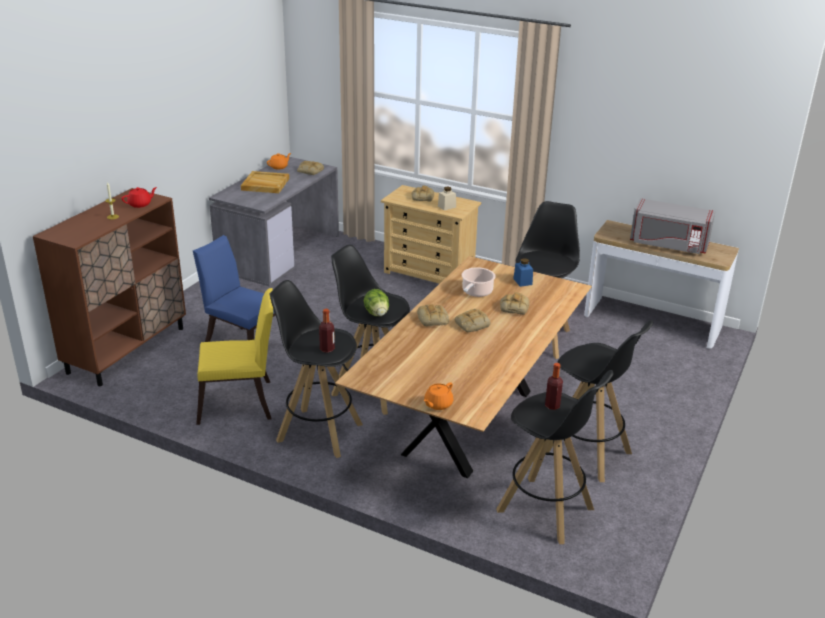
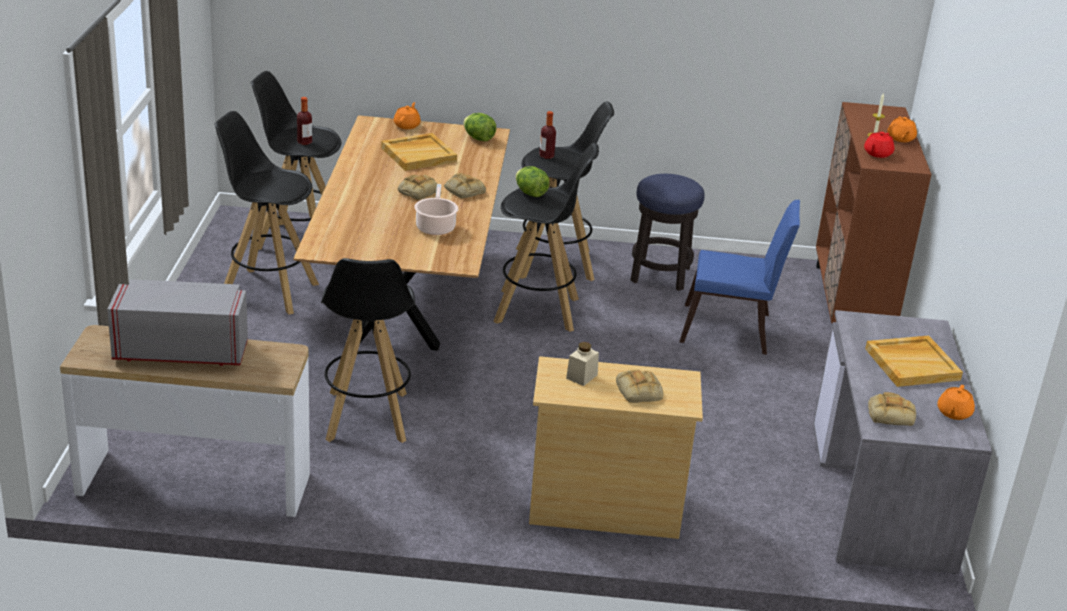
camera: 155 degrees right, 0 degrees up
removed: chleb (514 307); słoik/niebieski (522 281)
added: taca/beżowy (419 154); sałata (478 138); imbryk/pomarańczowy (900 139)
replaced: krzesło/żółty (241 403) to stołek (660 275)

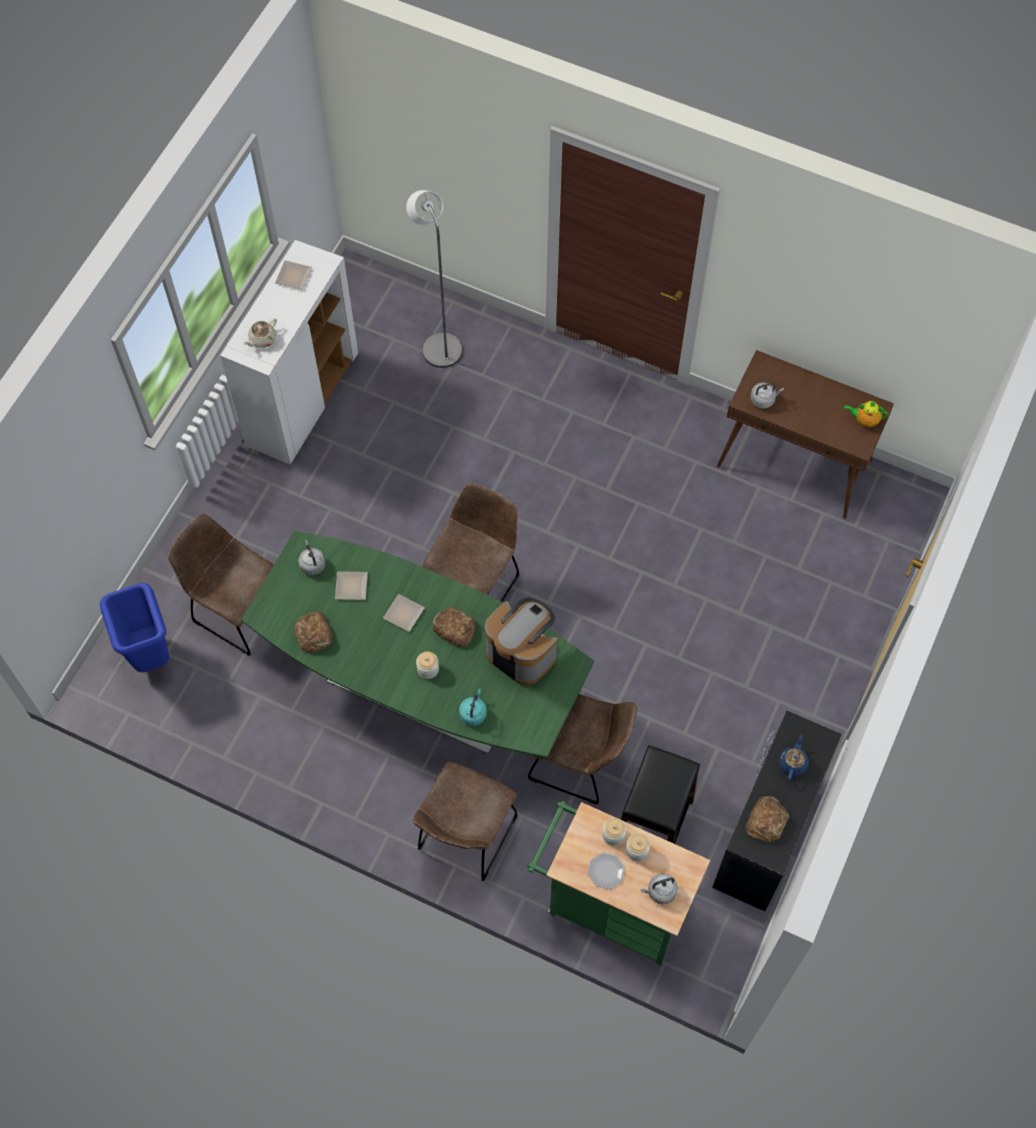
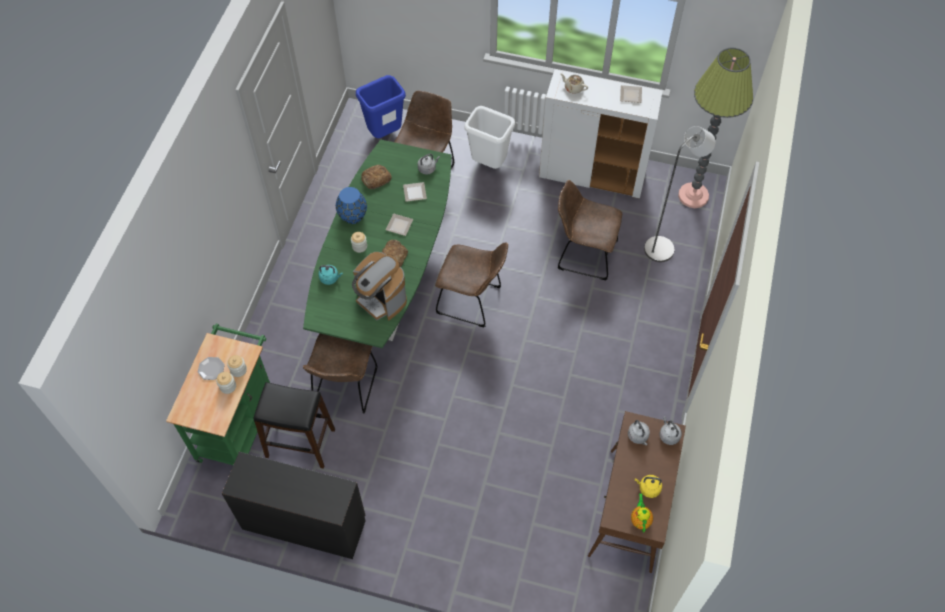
camera: 80 degrees right, 5 degrees down
removed: chleb (766 821); imbryk/niebieski (792 763)
added: wazon/niebieski (352 216); kosz na śmieci/biały (489 164); czajnik/żółty (648 488); lampa stojąca (693 196)
moved: krzesło/brązowy (465 838) to (583 254); czajnik/szary (660 892) to (668 435)
turned: ekspres do kawy (521 652) = (381 300) 105 degrees clockwise

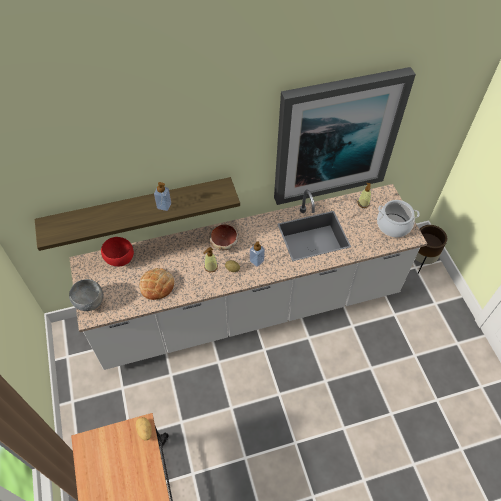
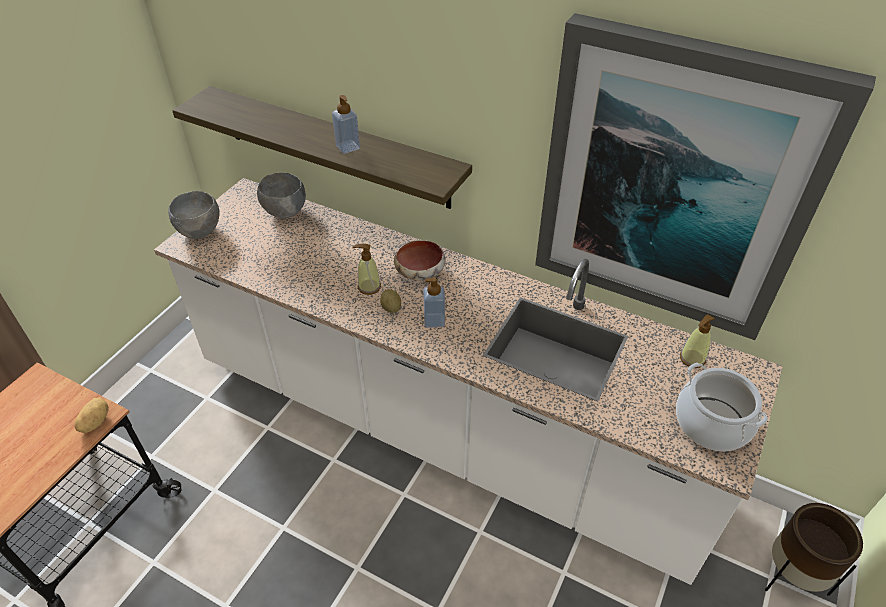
camera: 45 degrees right, 10 degrees down
removed: chleb (157 285)
recoloured: miska/czerwony (120 260) to miska/szary (284 212)

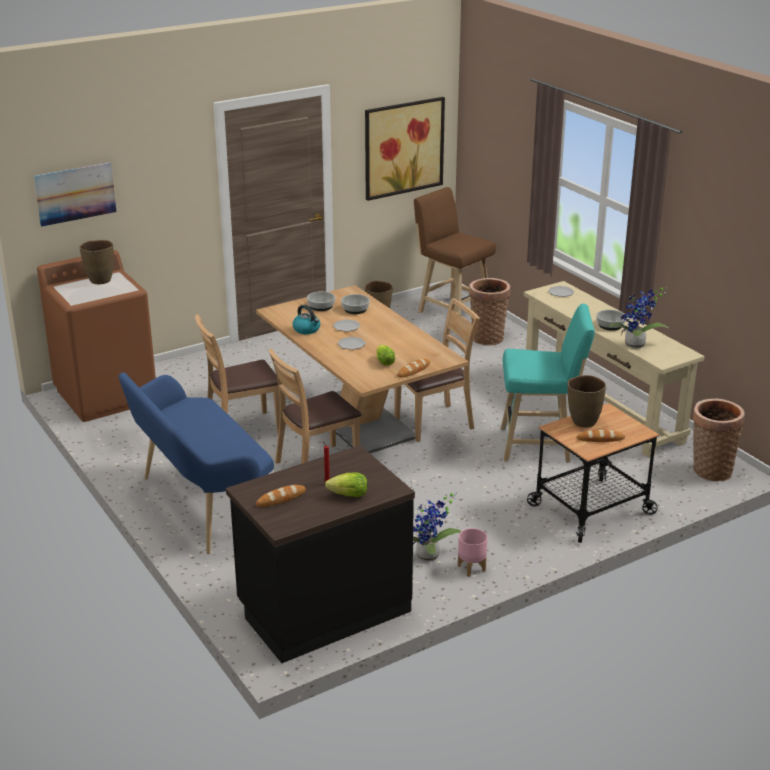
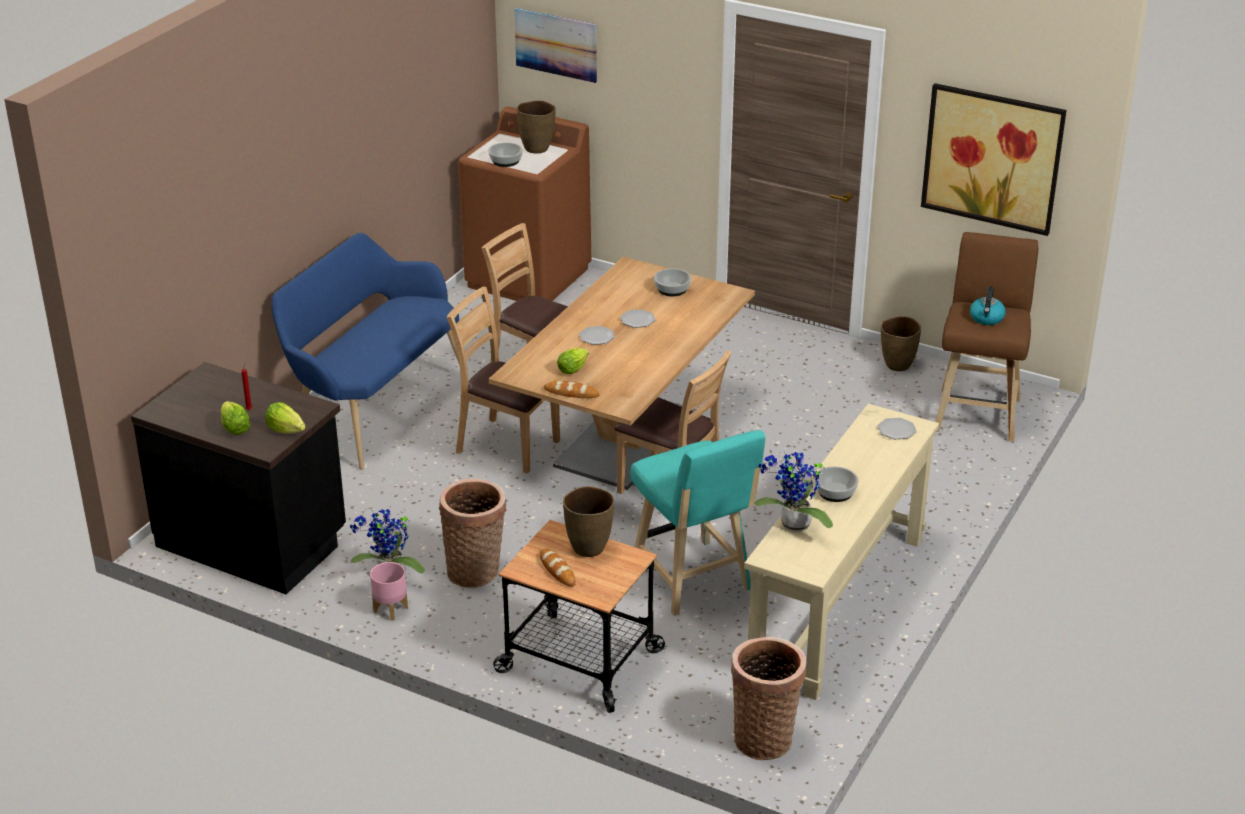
camera: 60 degrees right, 5 degrees up
removed: chleb (281 498)
added: sałata (285 430)
moved: czajnik (307 329) to (986 318); miska (355 309) to (505 161); koszyk (487 337) to (476 570)

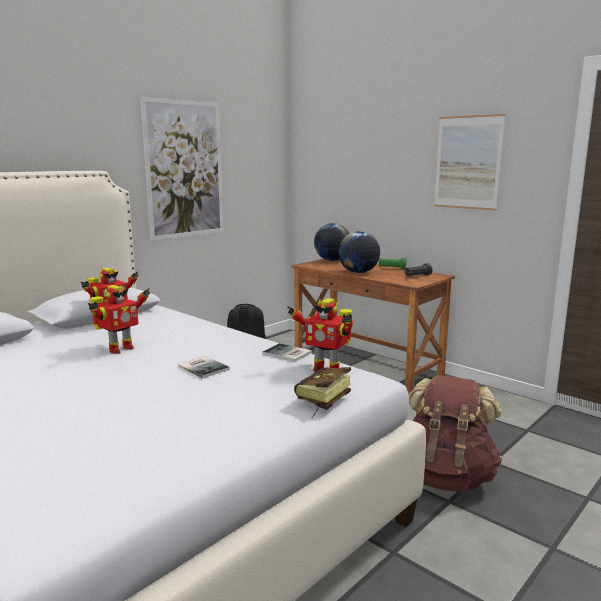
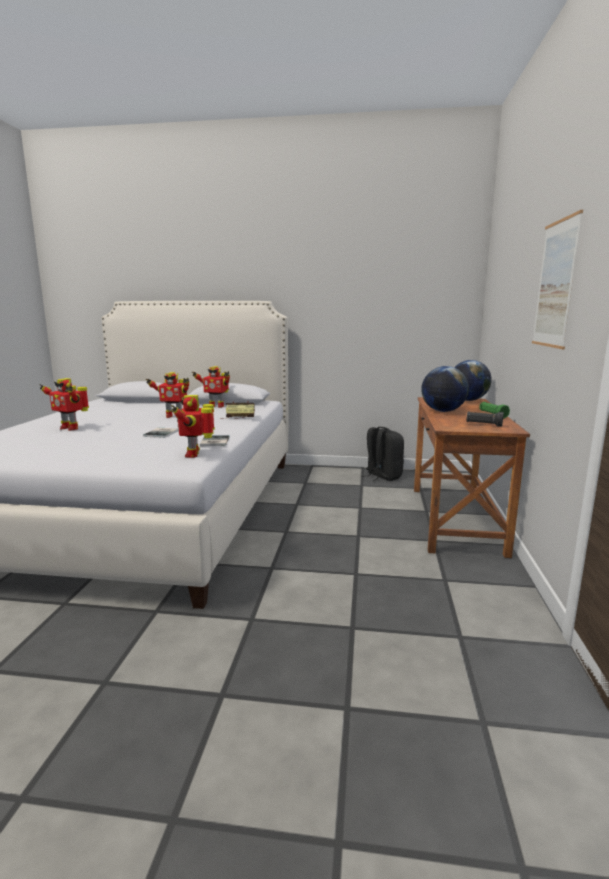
camera: 55 degrees right, 0 degrees up
removed: obraz (184 169); plecak/brązowy (445 477)
added: robot zabawkowy (70 428)
moved: książka (320 403) to (237 417)

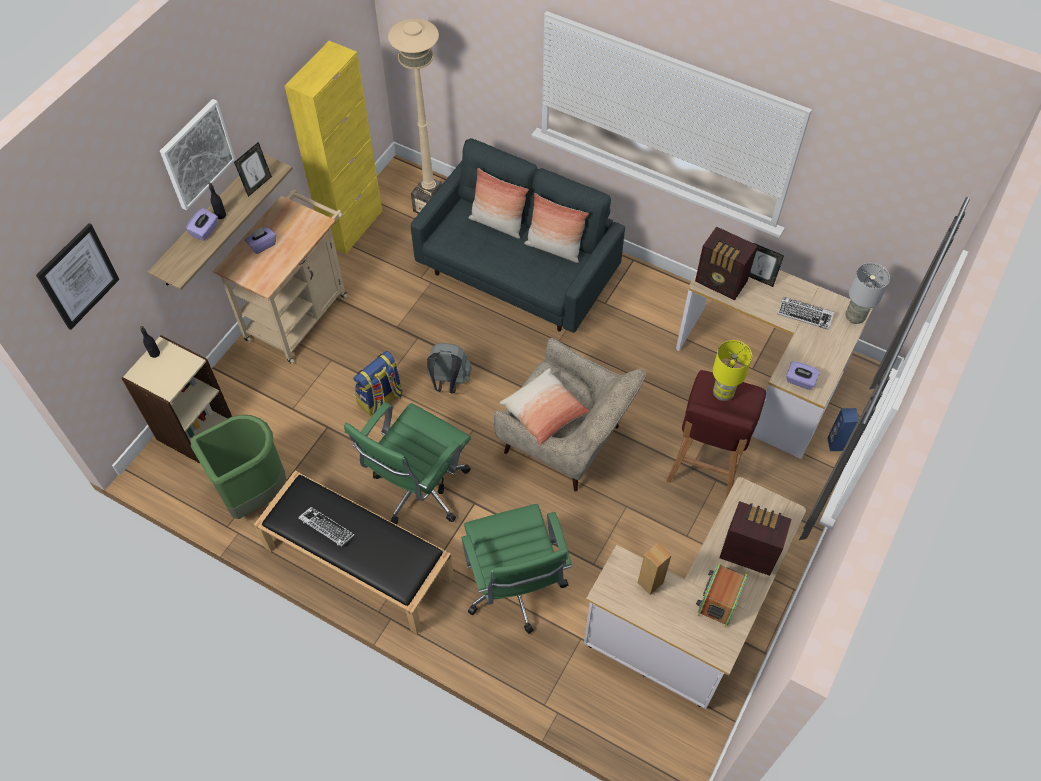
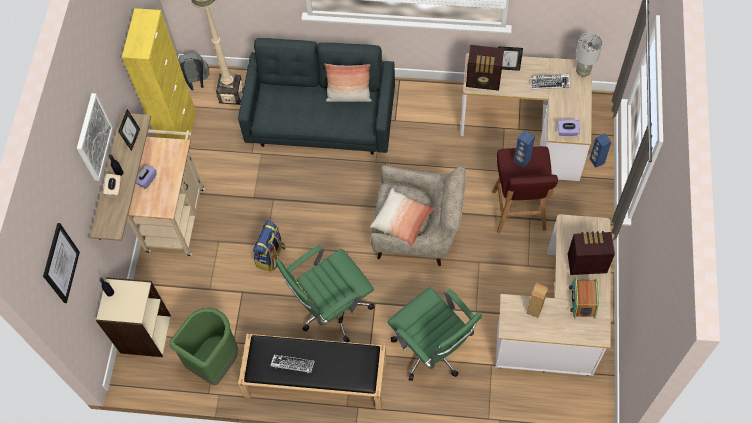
camera: 20 degrees left, 5 degrees up
removed: poduszka (497 224)
moved: plecak/szary (448 382) to (196 82)
replaced: lampa stołowa/żółty (723 393) to głośnik/niebieski (521 161)
recoloured: pudełko chusteczek/fioletowy (205 231) to pudełko chusteczek/beżowy (114 189)
turned: krzesło biurowe/zielony (418 491) = (331 311) 45 degrees clockwise

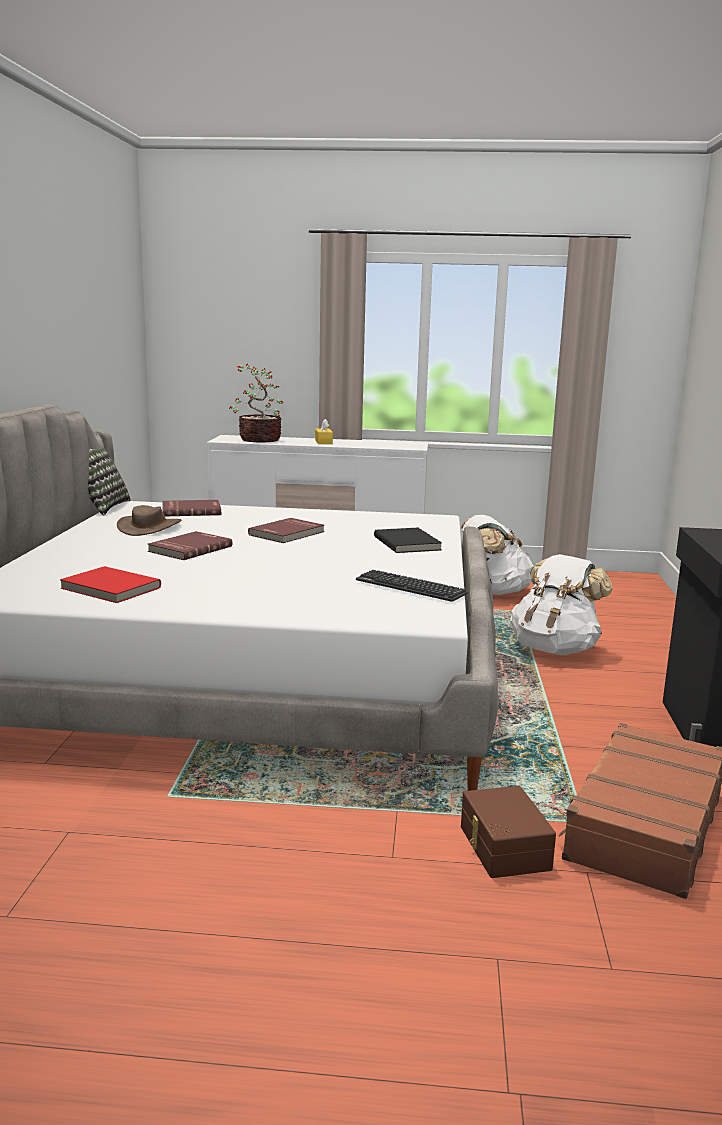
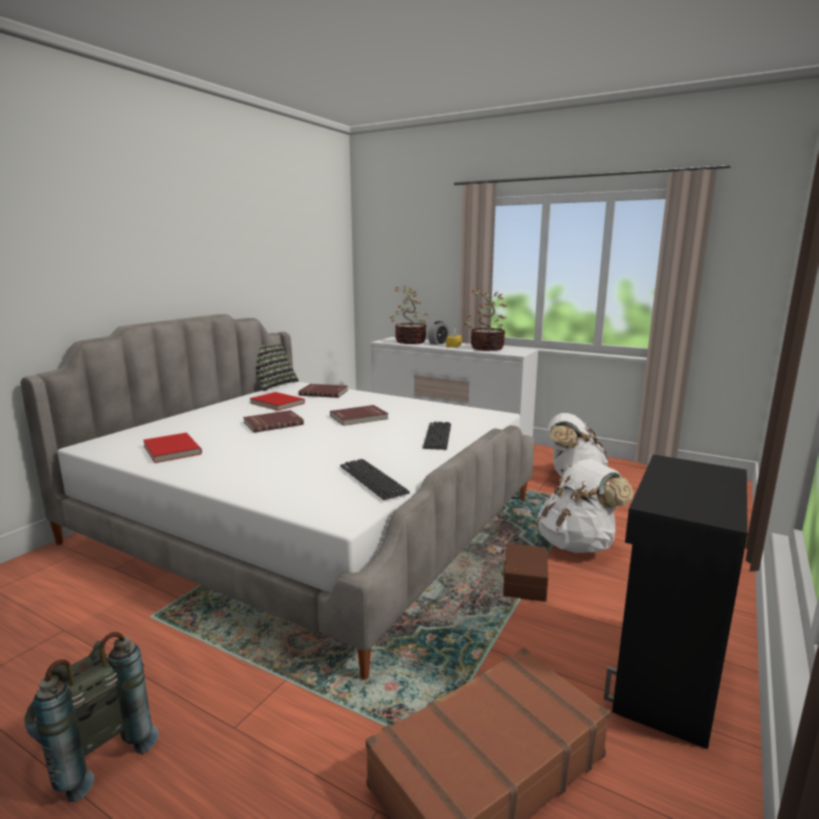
camera: 25 degrees right, 0 degrees up
added: plecak/szary (92 753); budzik (438 343); roślina doniczkowa (486 348)
moved: pojemnik do przechowywania/brązowy (502 848) to (523 582)
replaced: kapelusz/brązowy (150 527) to książka/czerwony (276 403); książka/czarny (408 543) to klawiatura (437 436)

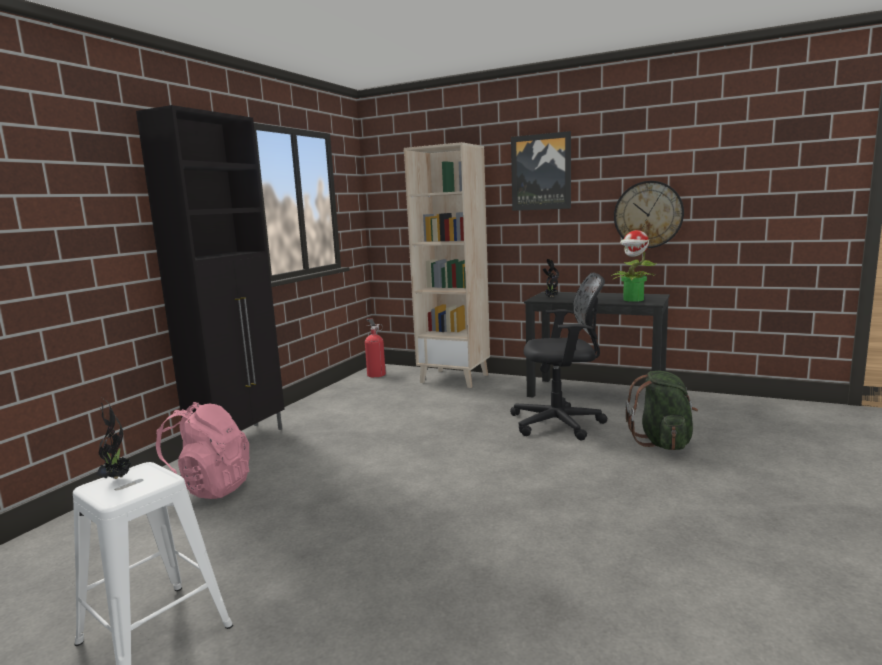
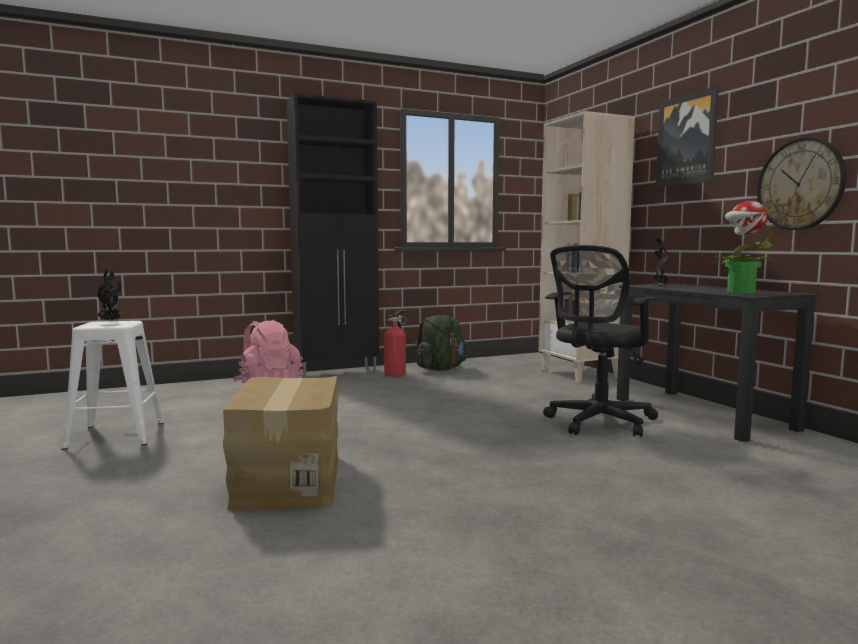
camera: 40 degrees right, 5 degrees down
added: karton (287 480)
moved: gaśnica (376 374) to (396 374); plecak/zielony (663 442) to (441 369)
turned: krzesło biurowe/czarny (561 424) = (597 423) 90 degrees clockwise

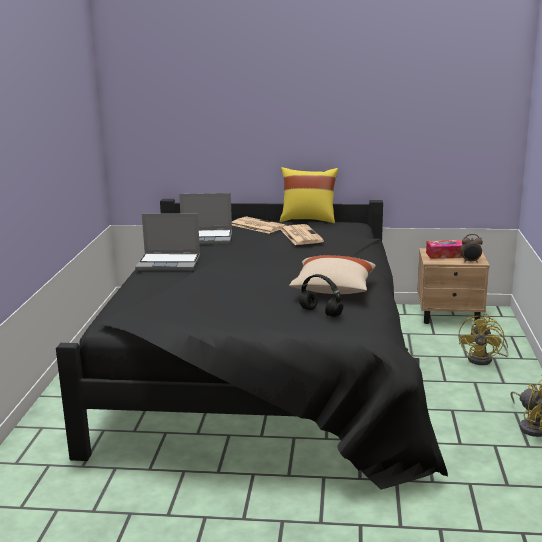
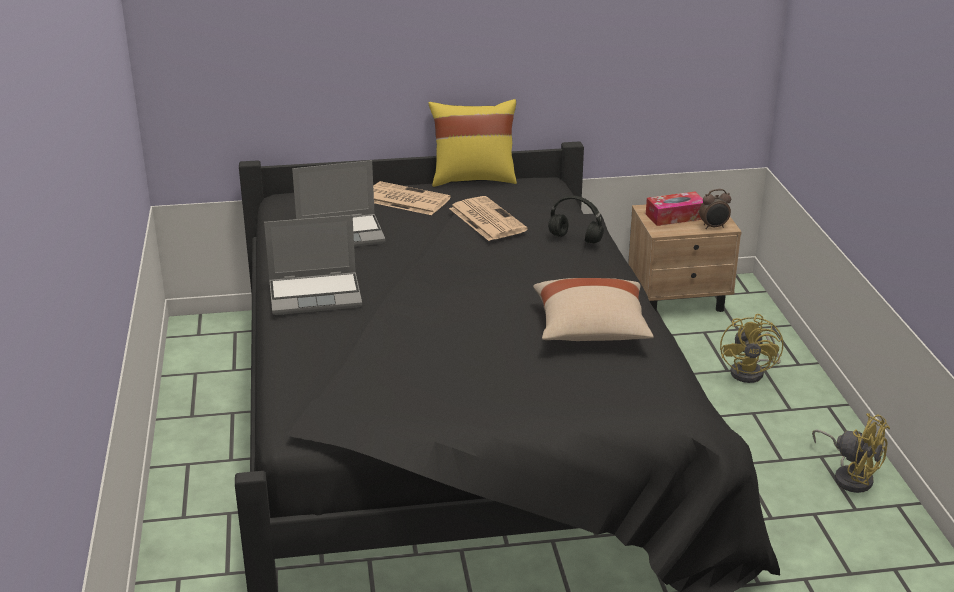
camera: 15 degrees left, 10 degrees up
moved: słuchawki/czarny (321 312) to (576 239)

